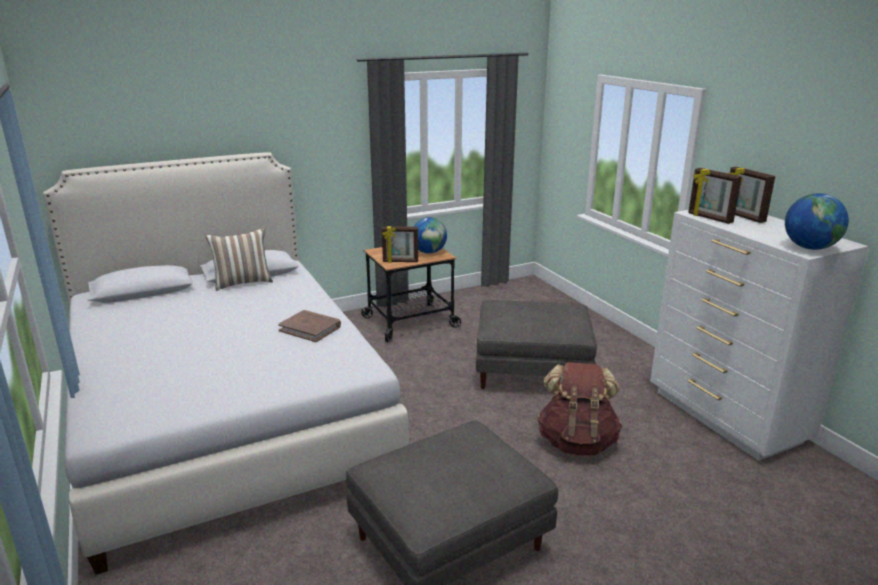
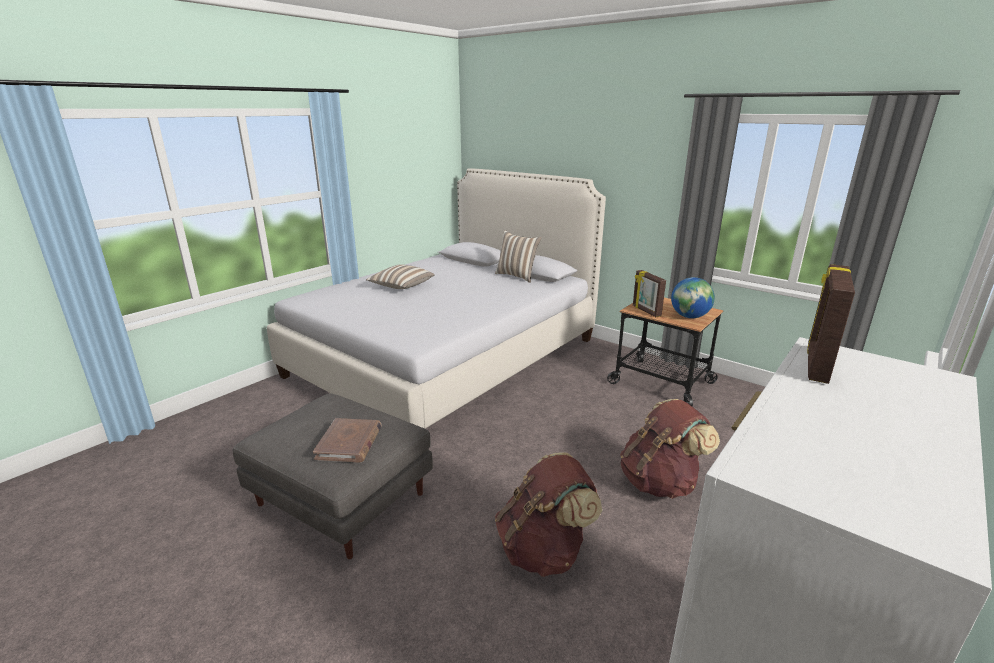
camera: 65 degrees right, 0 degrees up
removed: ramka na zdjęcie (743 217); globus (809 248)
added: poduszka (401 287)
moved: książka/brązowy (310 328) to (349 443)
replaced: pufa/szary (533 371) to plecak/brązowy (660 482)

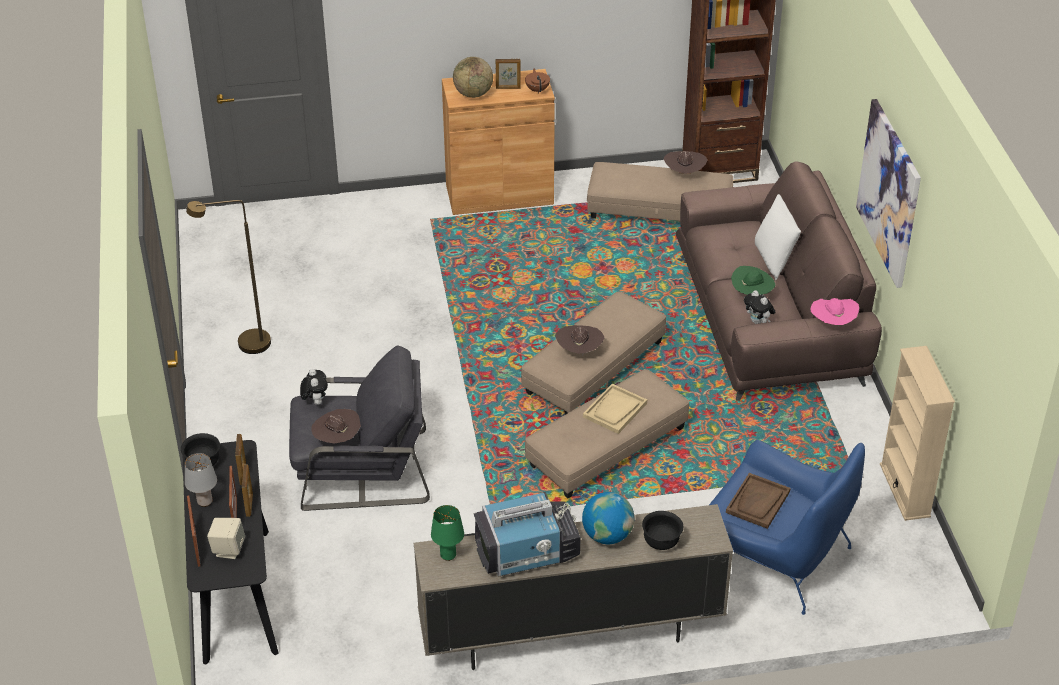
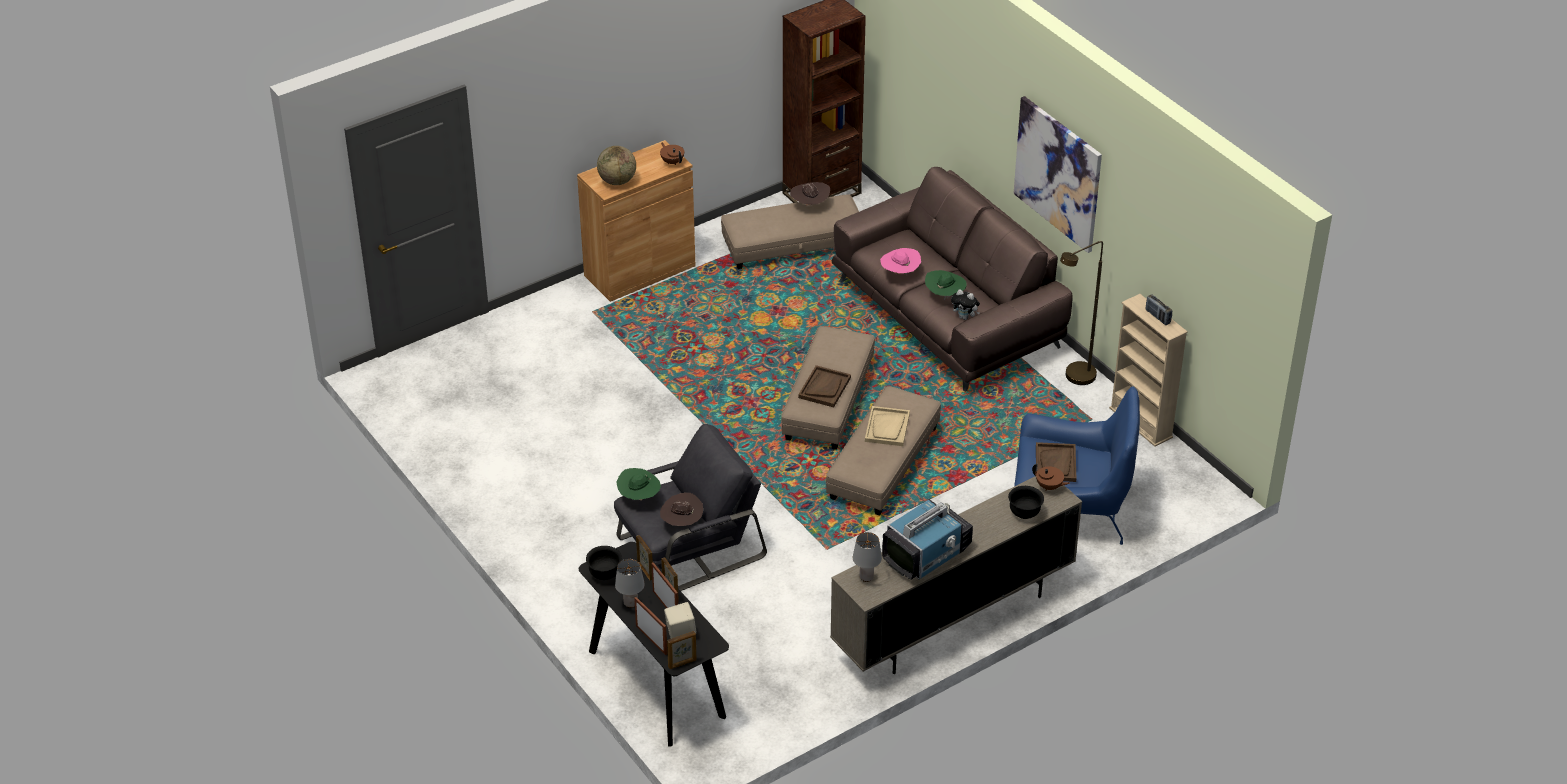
camera: 25 degrees left, 0 degrees up
removed: globus (607 535); poduszka/biały (774 260)
added: imbryk/brązowy (1049 487); radio (1157 317)
moved: lampa stojąca/brązowy (245 345) to (1074 379); ramka na zdjęcie (508 88) to (682 663); kapelusz/różowy (832 323) to (900 273)
replaced: pluszak (315 401) to kapelusz/zielony (639 497); kapelusz/brązowy (579 351) to taca/brązowy (824 387)
recoloured: lampa stołowa/zielony (447 555) to lampa stołowa/szary (866 577)

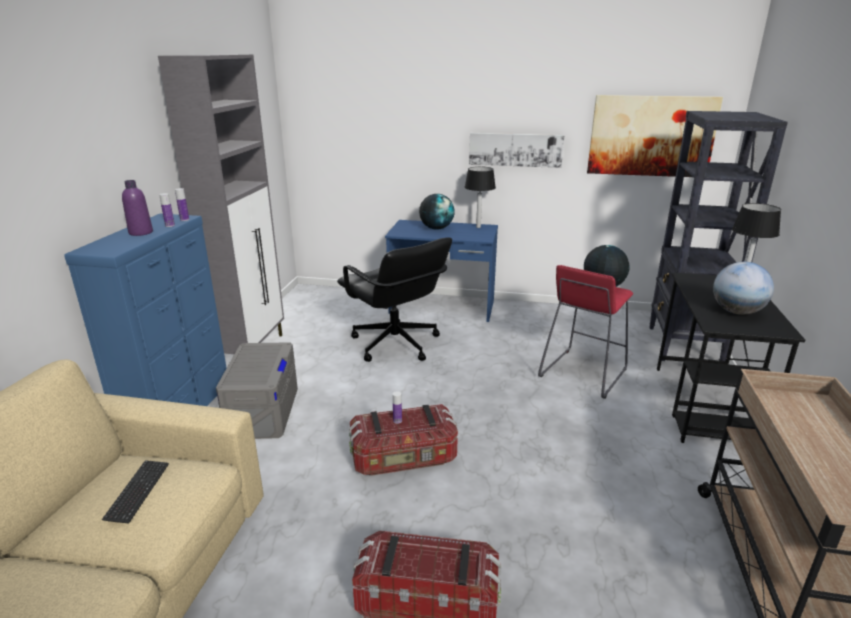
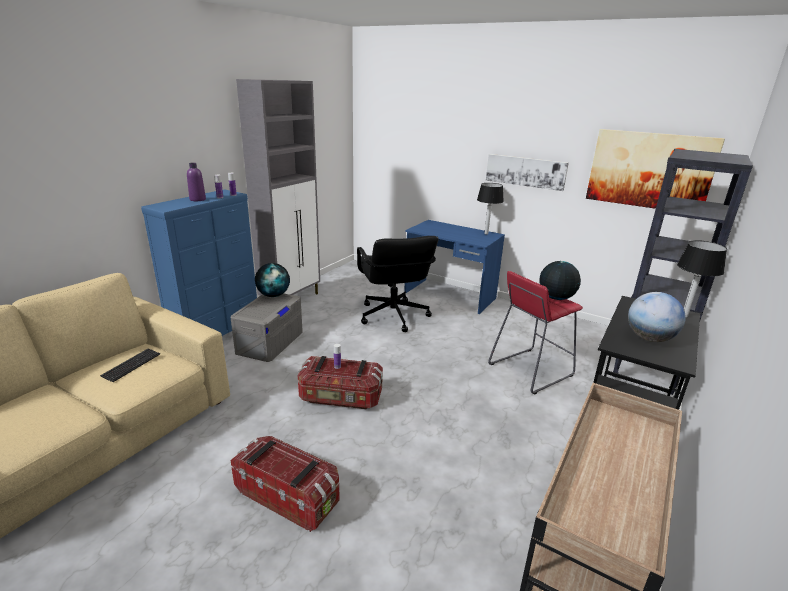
camera: 20 degrees right, 0 degrees up
moved: globus (436 228) to (273 295)

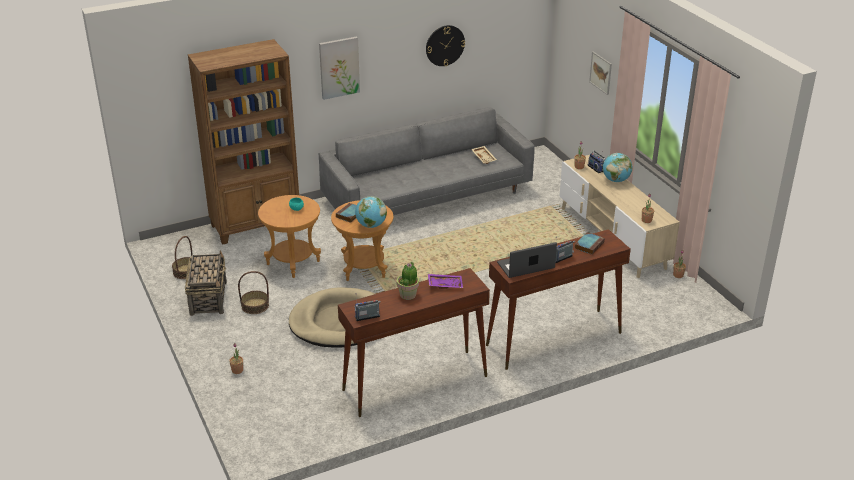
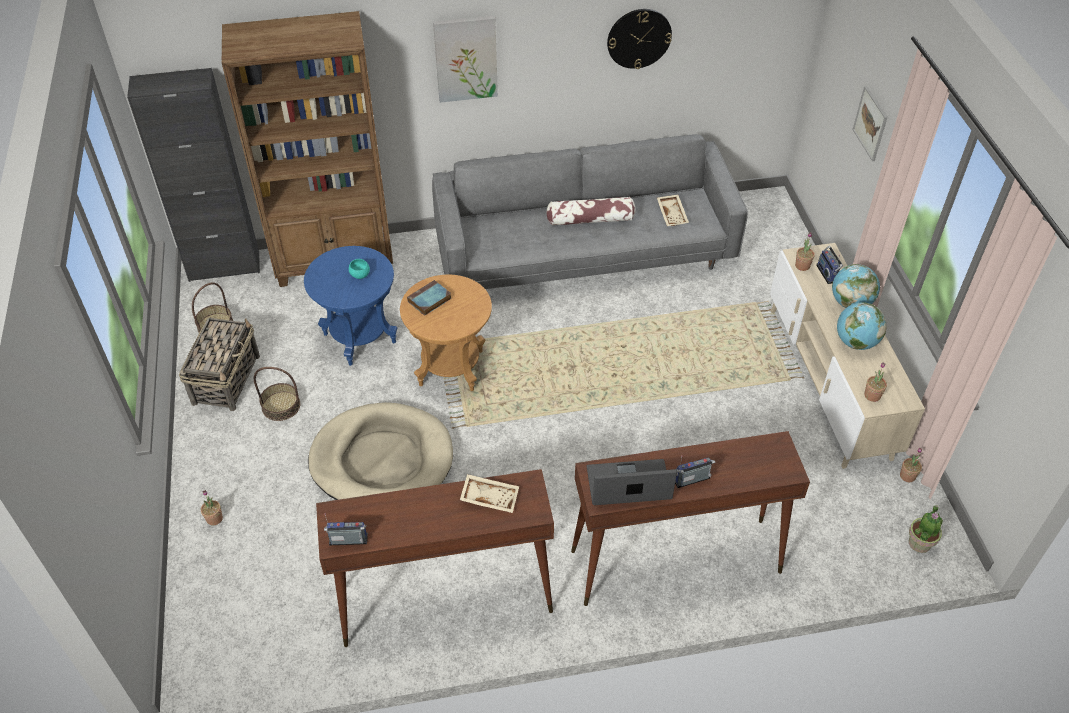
camera: 15 degrees right, 15 degrees up
removed: książka (589 245)
added: szafka/czarny (224 266); poduszka (590 220)
moved: globus (371 225) to (855 342); roślina doniczkowa (408 294) to (920 543)
recoloured: stolik/brązowy (293 262) to stolik/niebieski (360 338); taca/fioletowy (445 284) to taca/beżowy (490 497)

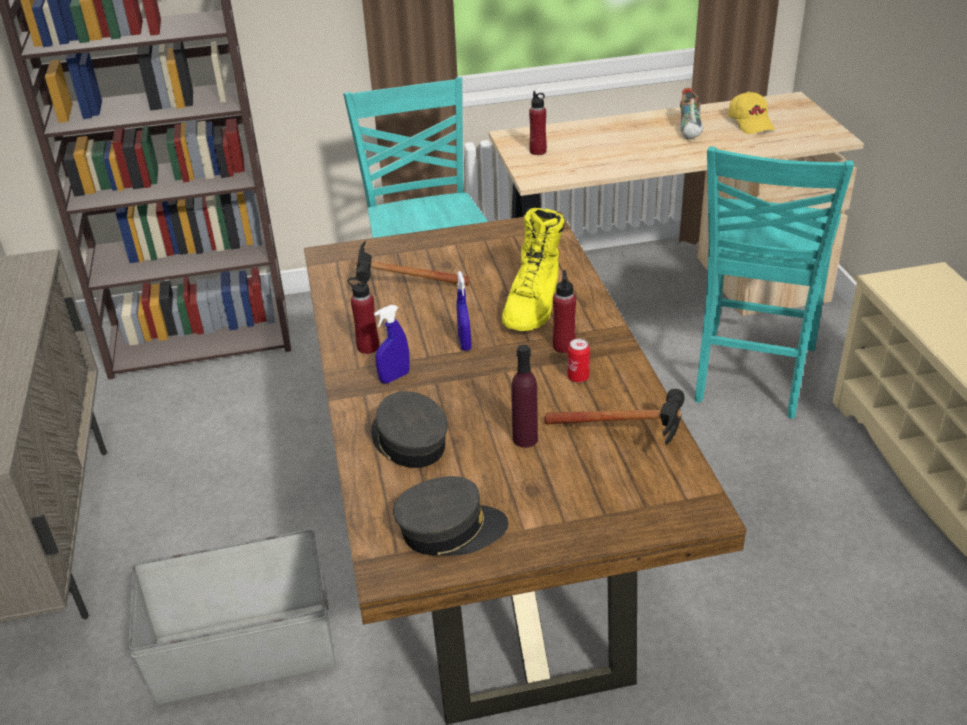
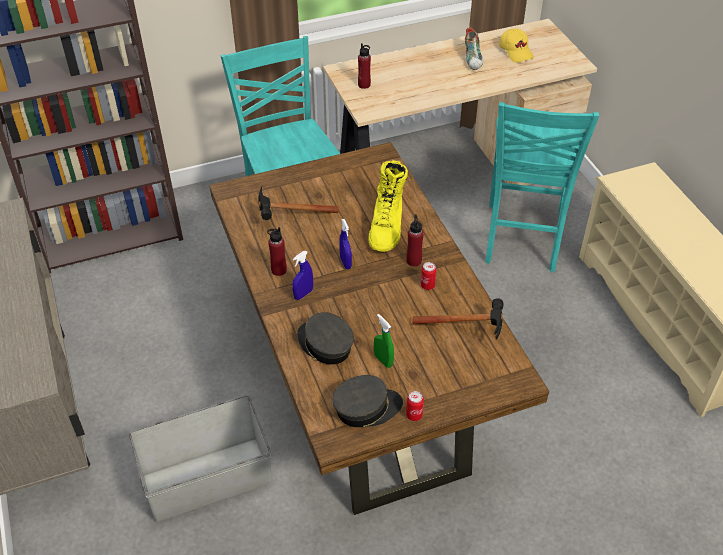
camera: 10 degrees left, 10 degrees up
removed: butelka/fioletowy (525 439)
added: spryskiwacz/zielony (383 360); puszka (414 415)

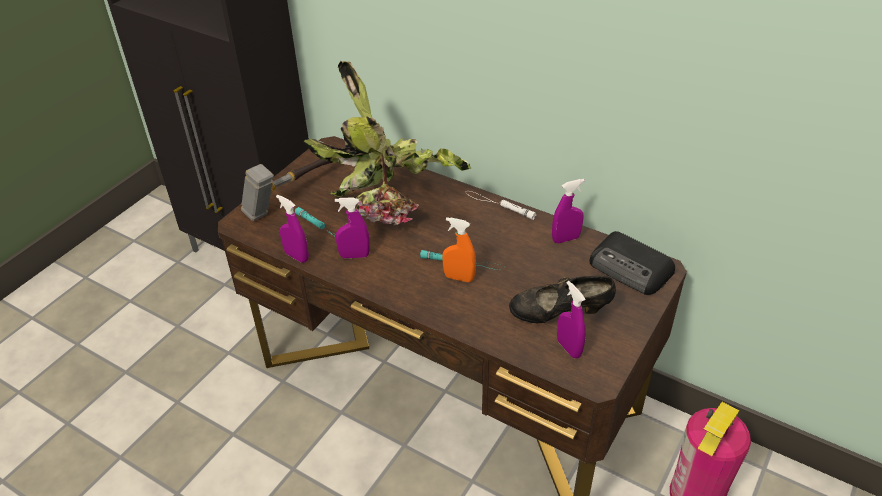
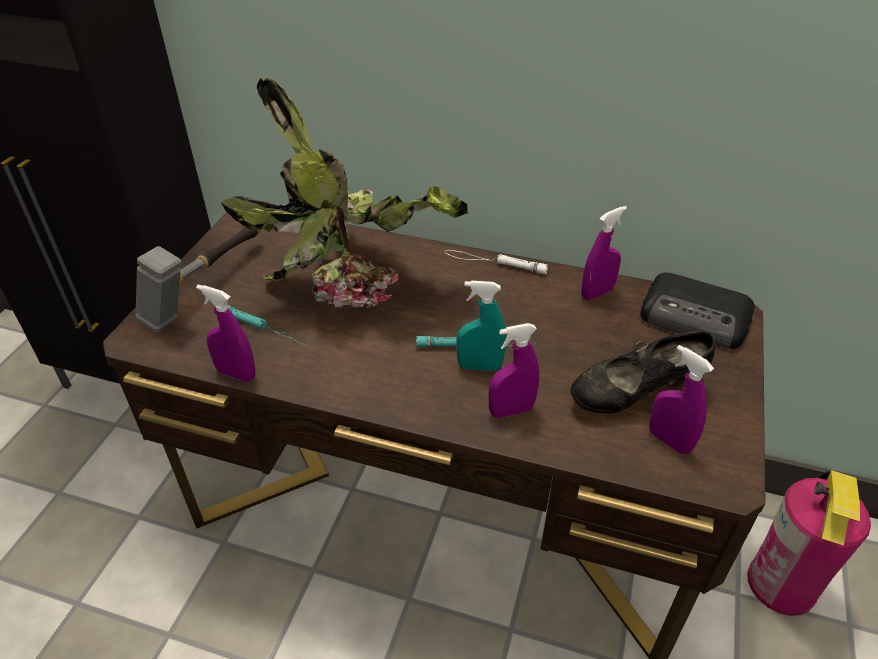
camera: 15 degrees left, 0 degrees up
moved: spryskiwacz/fioletowy (354 255) to (511 411)
recoloured: spryskiwacz/pomarańczowy (459 278) to spryskiwacz/turkusowy (479 366)

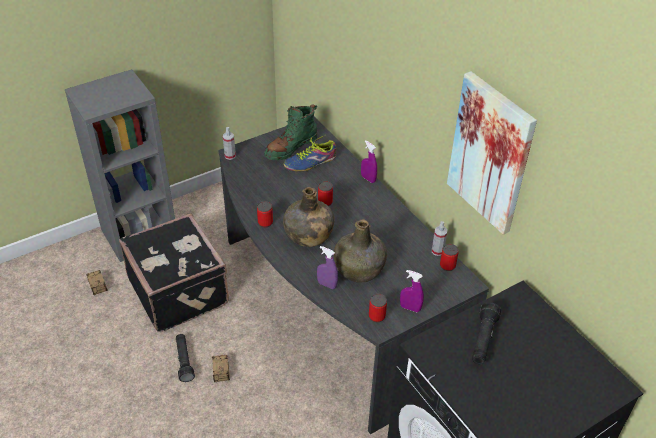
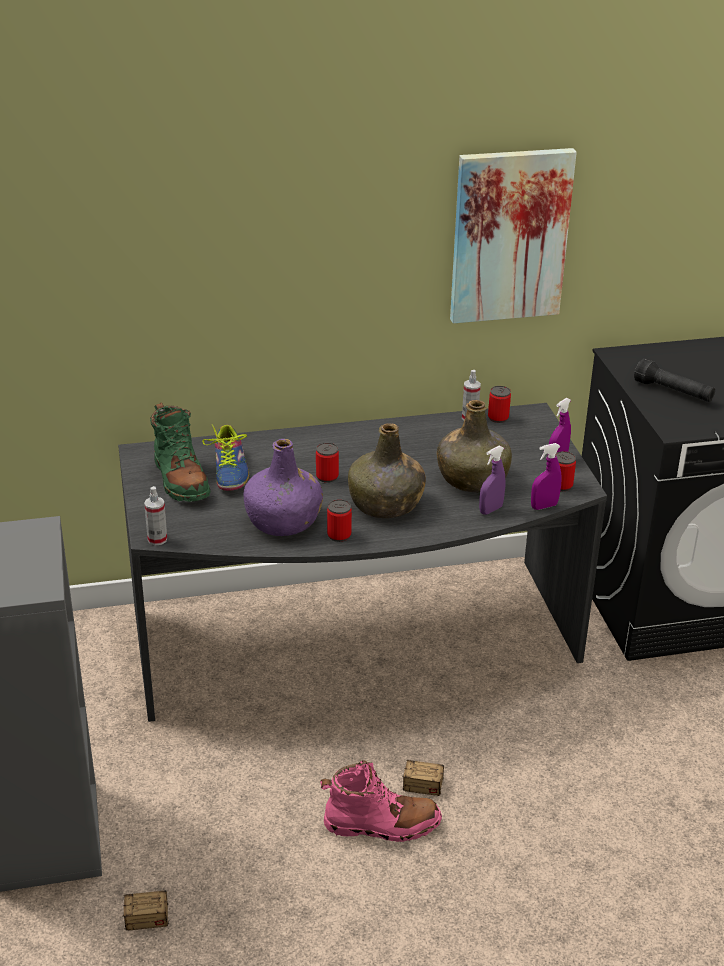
camera: 70 degrees left, 10 degrees down
removed: walizka/czarny (180 290)
added: butelka/fioletowy (284 521)
moved: spryskiwacz/fioletowy (368 179) to (544 506)
replaced: latarka/czarny (184 361) to but z cholewką/różowy (382 825)

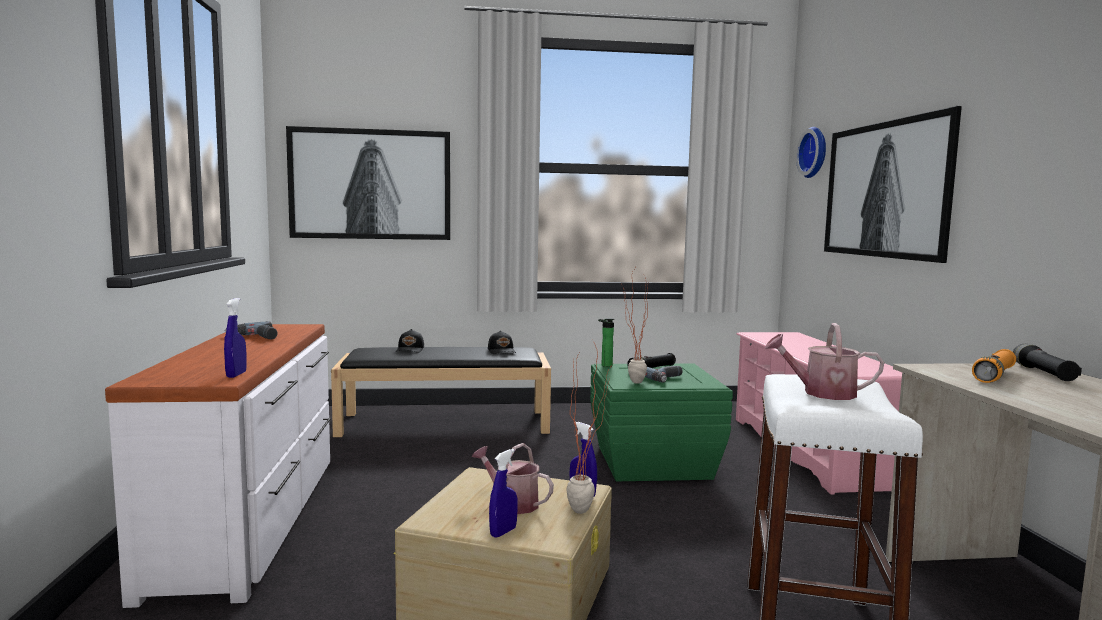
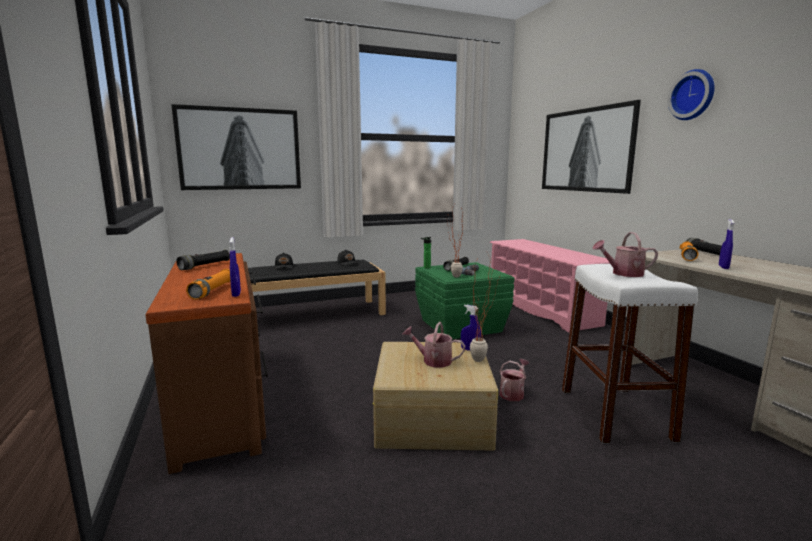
camera: 15 degrees left, 5 degrees up
added: latarka/pomarańczowy (212 291); konewka (513 393)
moved: spryskiwacz/niebieski (503 532) to (723 267); zegar ścienny (815 152) to (693 95)
replaced: wiertarka (254 337) to latarka/czarny (205 266)
recoloured: komoda/biały (251 521) to komoda/brązowy (222 398)

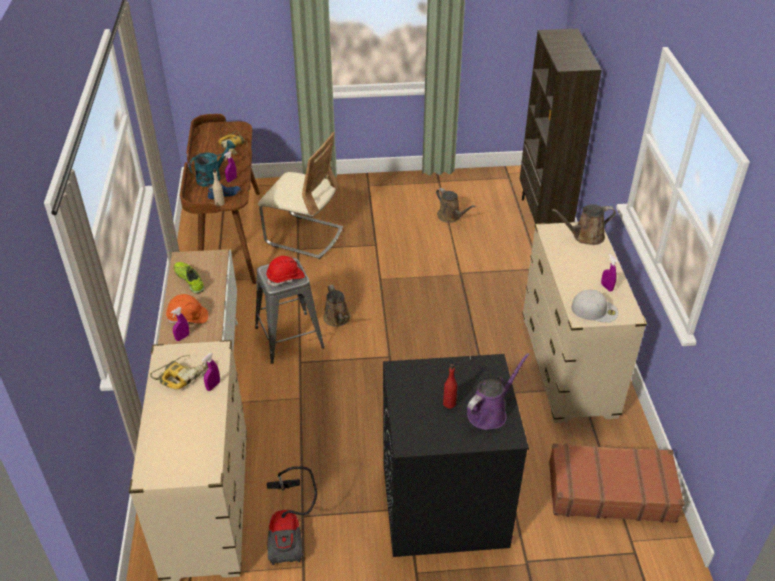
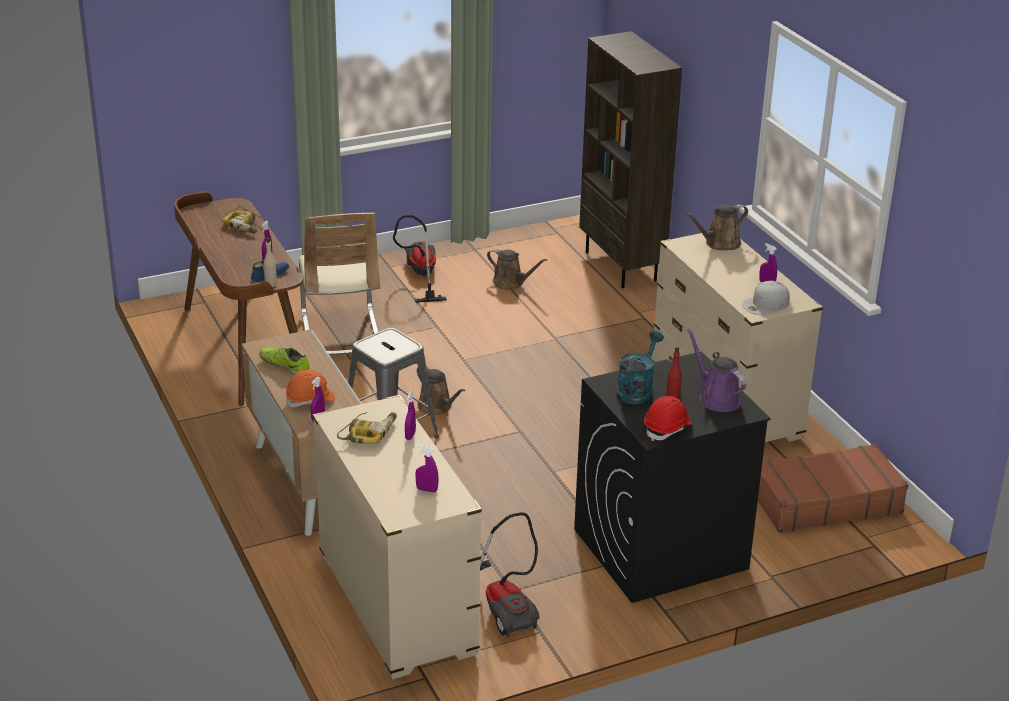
camera: 20 degrees left, 10 degrees down
added: odkurzacz (420 275); spryskiwacz/fioletowy (427 490)
moved: konewka/turkusowy (212 177) to (637 390); kask/czerwony (285 278) to (667 428)
turned: krzesło/beżowy (304 236) = (341 332) 75 degrees clockwise; konewka/fioletowy (490 412) = (716 398) 60 degrees counterclockwise; czapka z daszkiem/biały (595 310) = (766 304) 150 degrees clockwise

